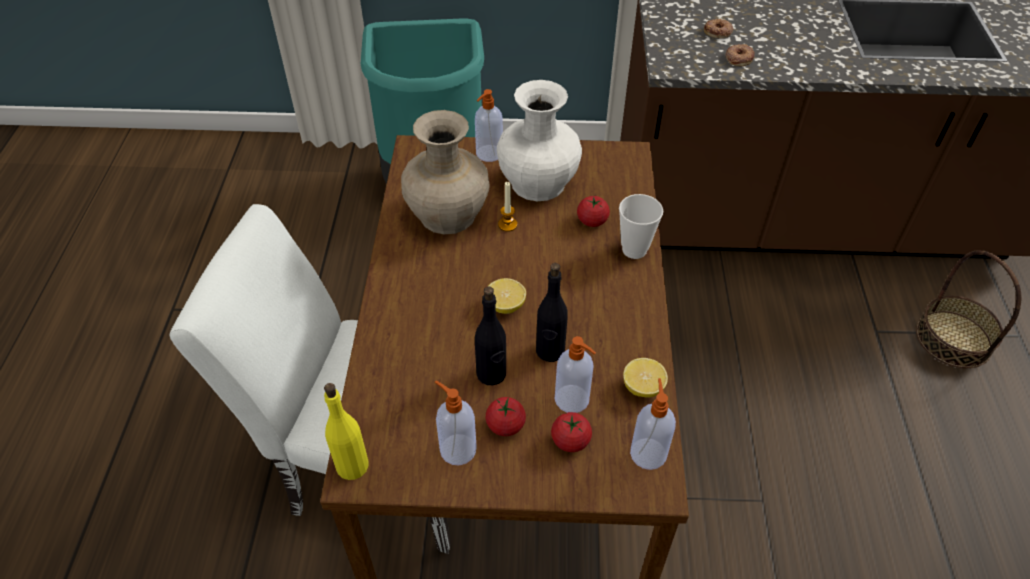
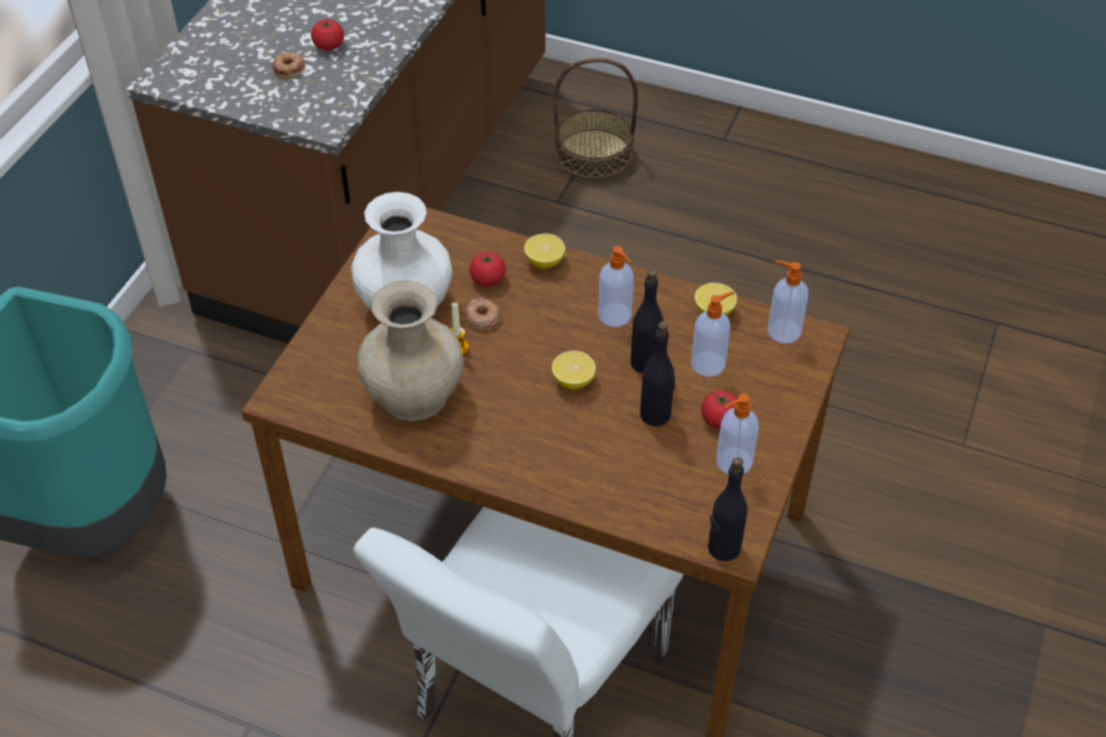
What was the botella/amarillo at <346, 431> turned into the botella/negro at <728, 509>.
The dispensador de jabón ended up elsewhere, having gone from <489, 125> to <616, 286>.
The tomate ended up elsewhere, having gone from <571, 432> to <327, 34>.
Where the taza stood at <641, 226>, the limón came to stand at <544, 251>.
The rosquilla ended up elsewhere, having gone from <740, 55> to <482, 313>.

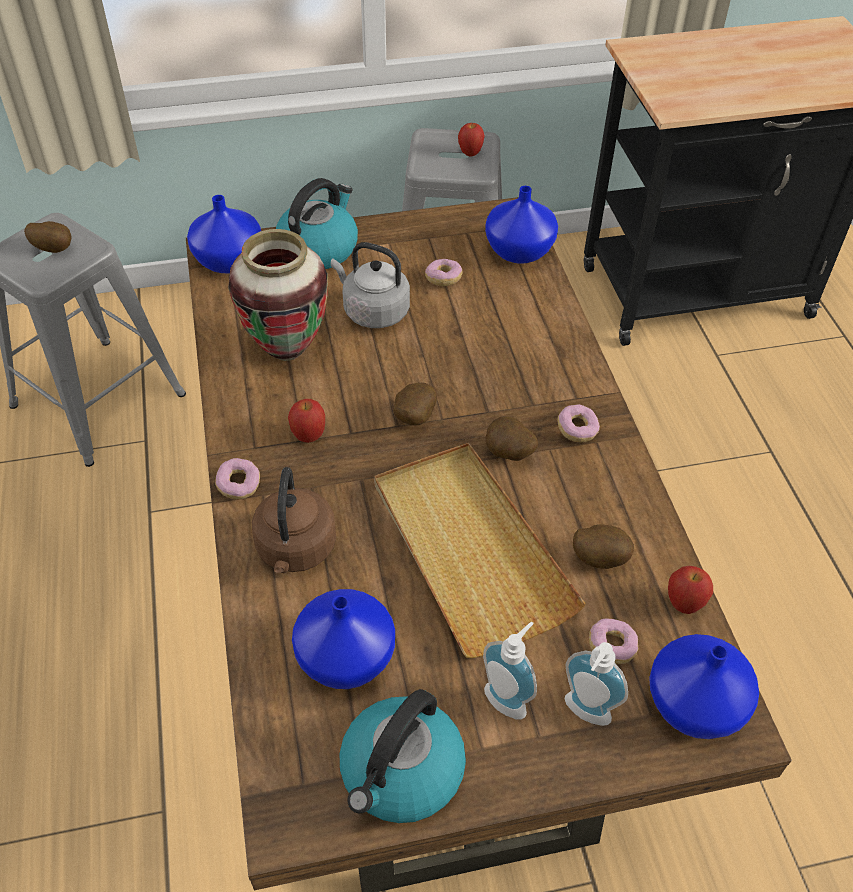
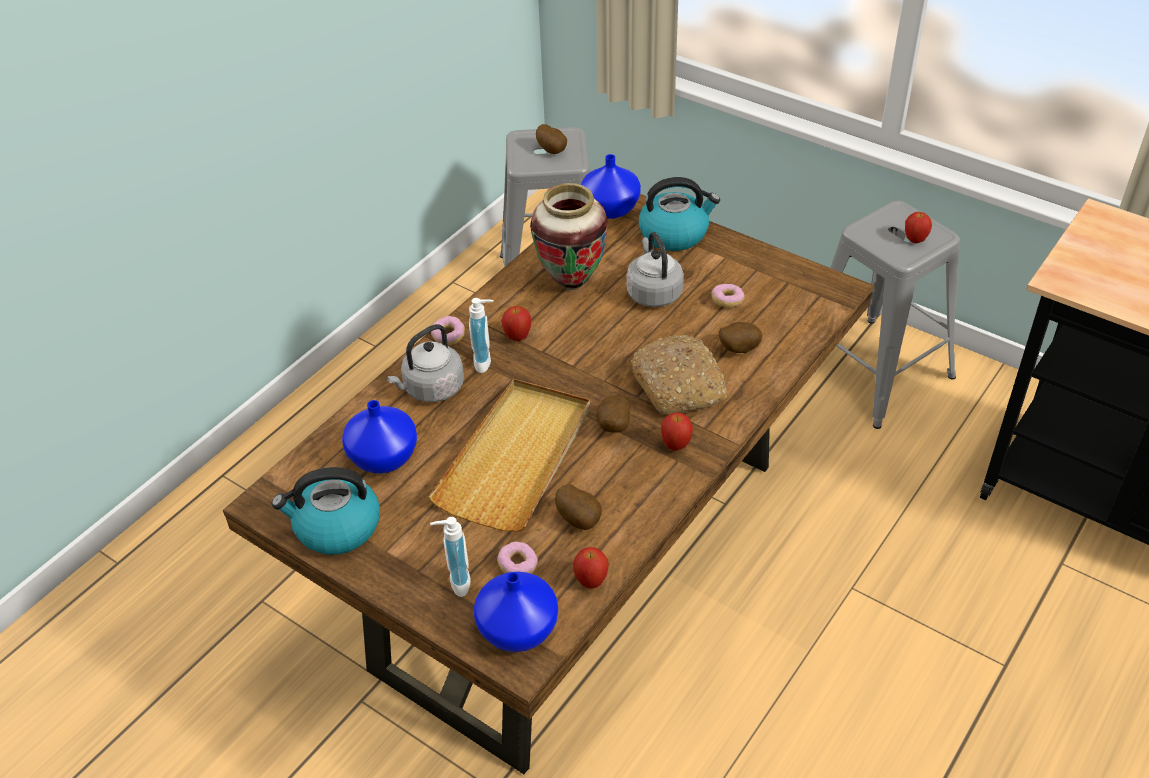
What was the hervidor/marrón at <294, 520> turned into the hervidor/gris at <425, 363>.
The patata ended up elsewhere, having gone from <415, 404> to <740, 337>.
The dispensador de jabón ended up elsewhere, having gone from <510, 670> to <481, 335>.
The second view lost the florero/azul at <521, 225>.
Where the rosquilla stood at <578, 423>, the manzana came to stand at <677, 431>.
The second view gained the pan at <679, 375>.

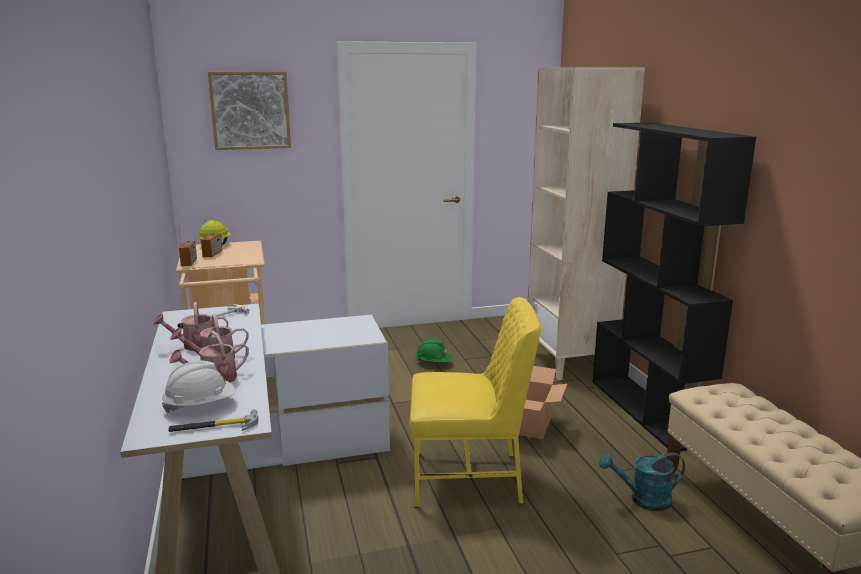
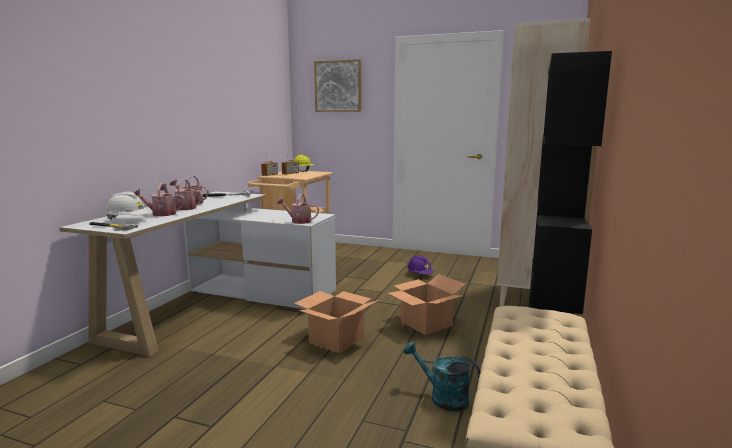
Where the silla/amarillo stood at <475, 402>, the caja de cartón came to stand at <336, 322>.
What was the casco/verde at <433, 350> turned into the casco/morado at <420, 264>.
The second view gained the regadera at <298, 208>.

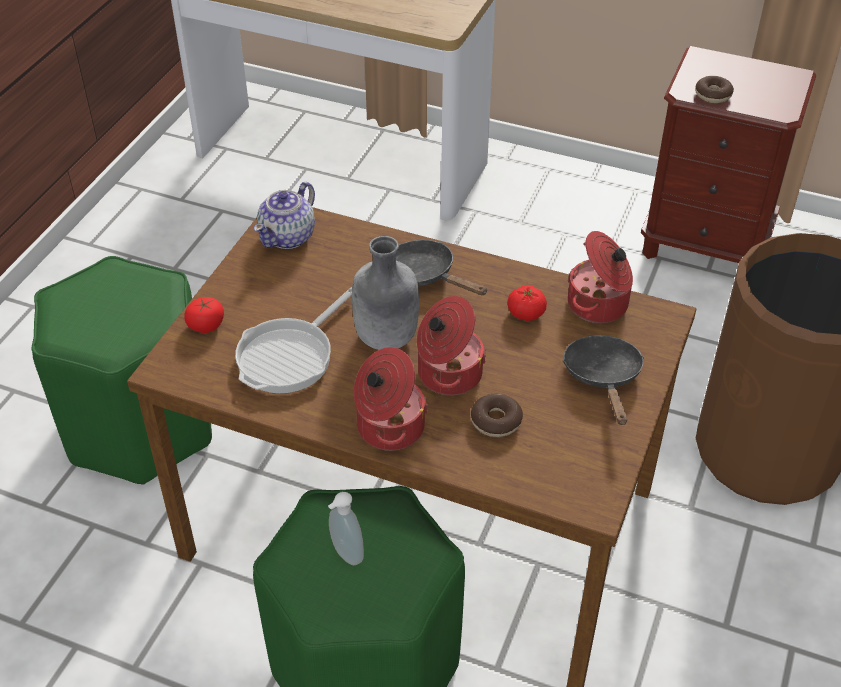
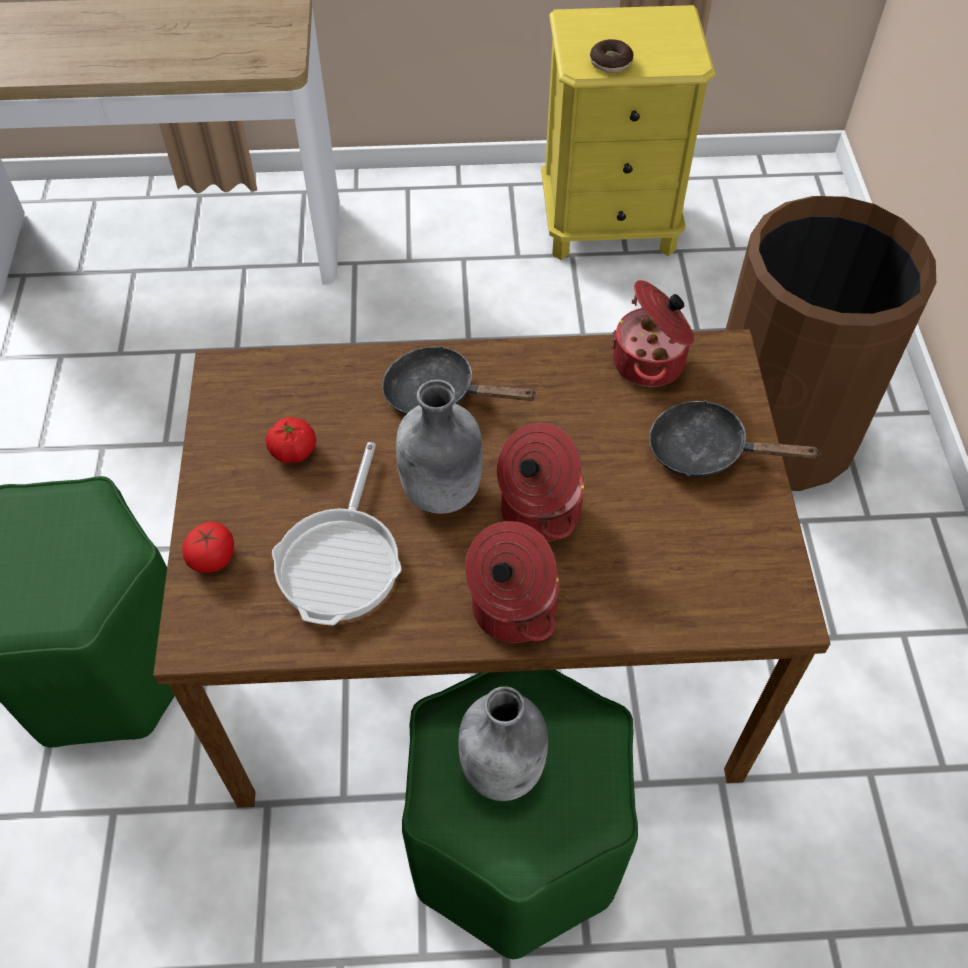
The second view lost the tetera at <284, 215>.
Where the dispensador de jabón stood at <346, 528>, the botella/gris came to stand at <503, 743>.
The second view lost the rosquilla at <497, 415>.
The tomate ended up elsewhere, having gone from <527, 303> to <291, 440>.
The sartén/negro at <603, 380> ended up facing another way, 45 degrees counterclockwise from before.
What was the mesita de noche/marrón at <728, 154> turned into the mesita de noche/amarillo at <628, 132>.

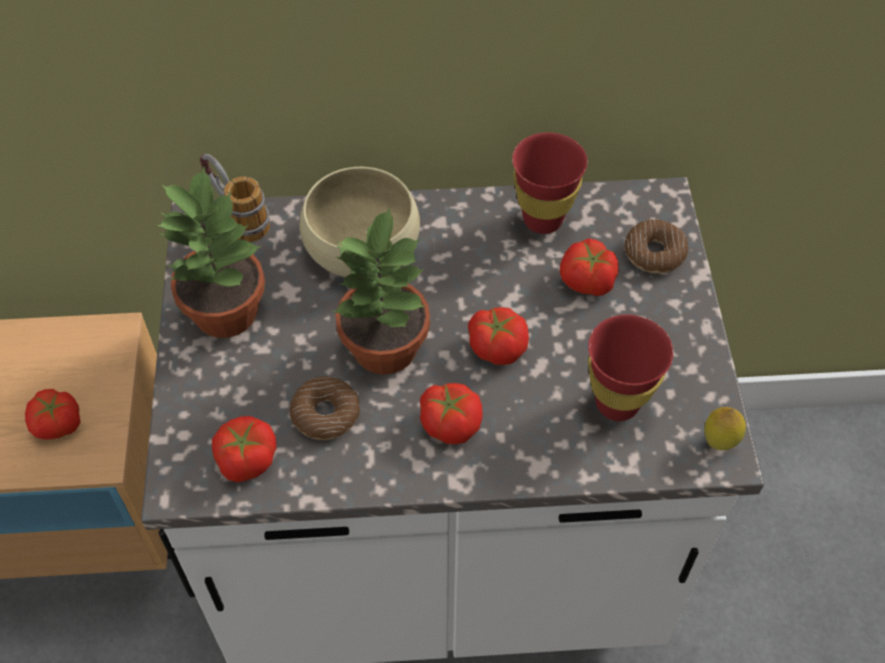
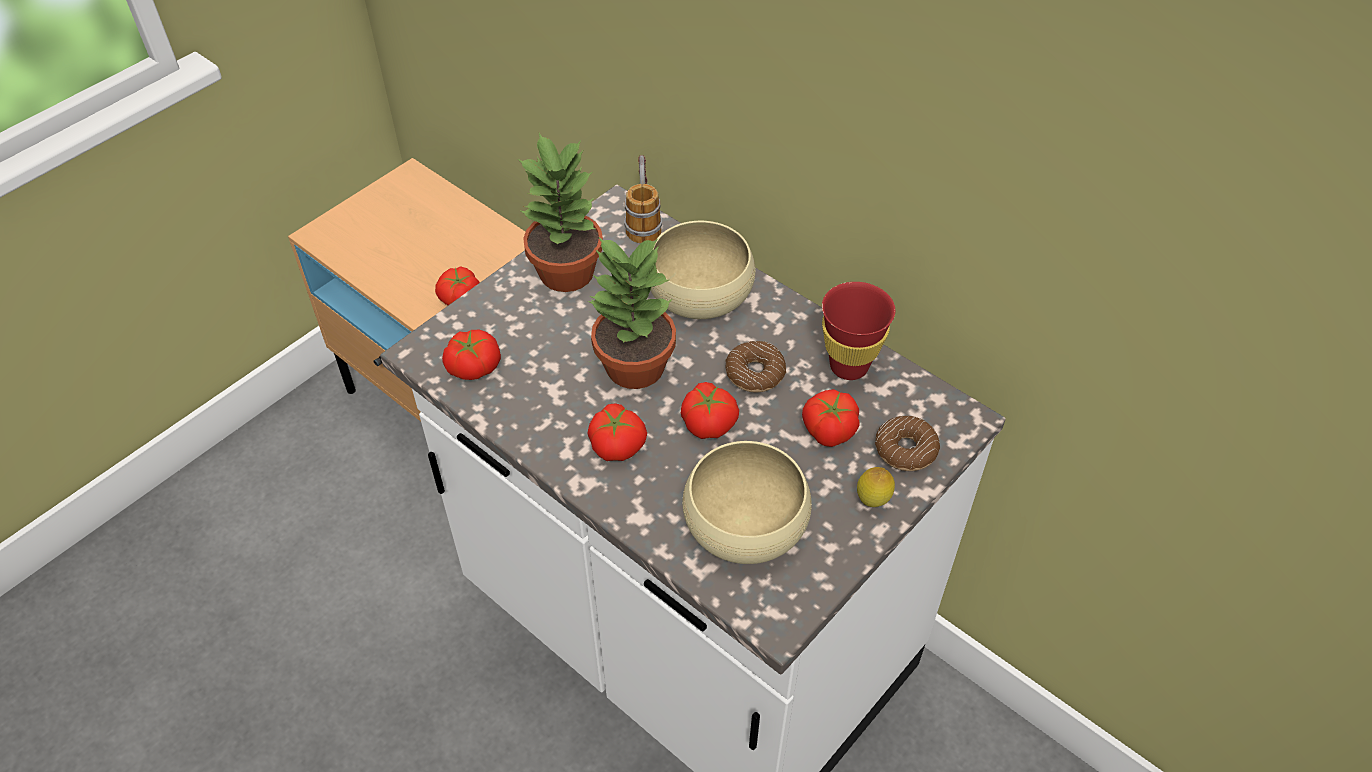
The rosquilla ended up elsewhere, having gone from <325, 408> to <755, 367>.
Where the taza/rojo stood at <631, 367>, the cuenco/beis came to stand at <747, 502>.
The limón ended up elsewhere, having gone from <725, 428> to <876, 487>.

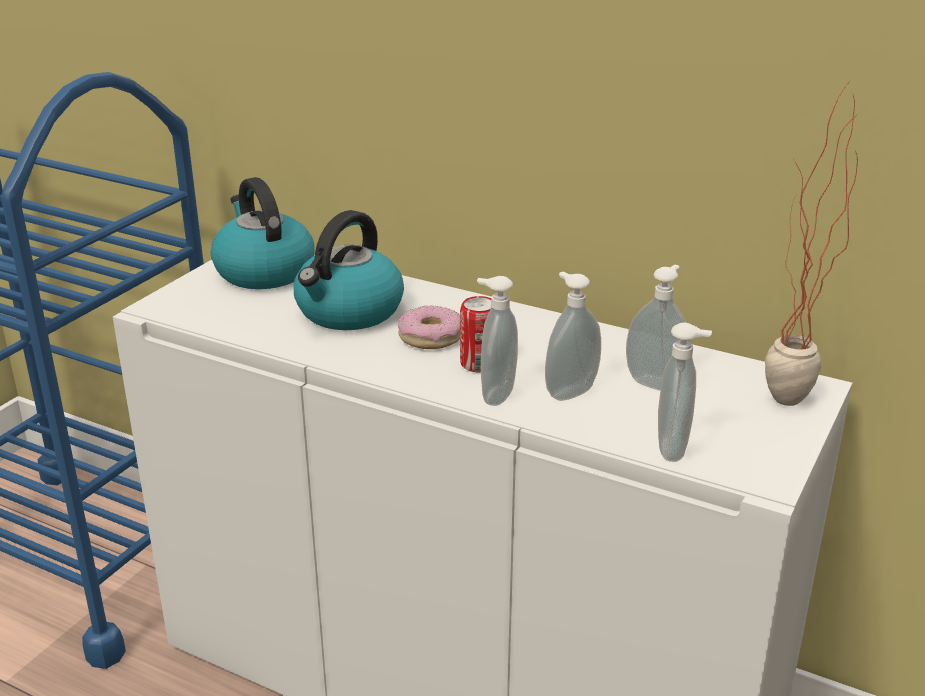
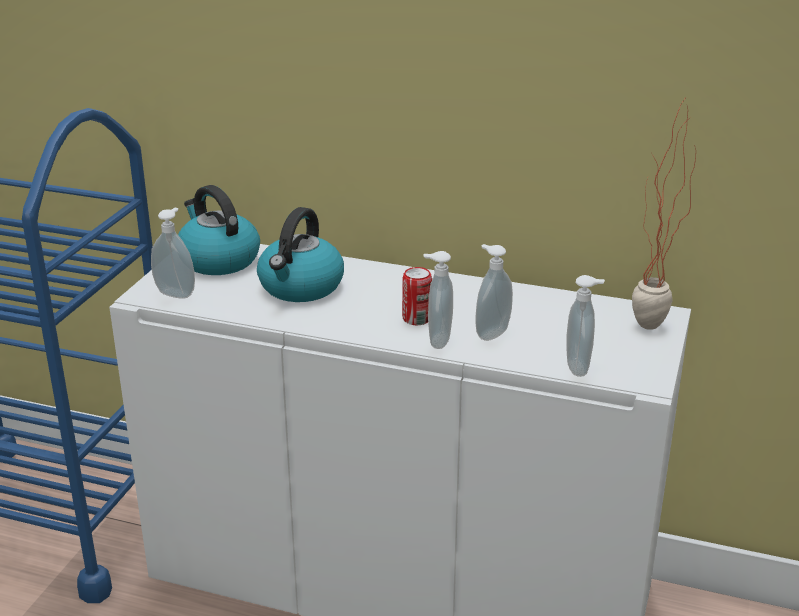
The second view lost the rosquilla at <429, 327>.
The dispensador de jabón ended up elsewhere, having gone from <658, 327> to <173, 253>.

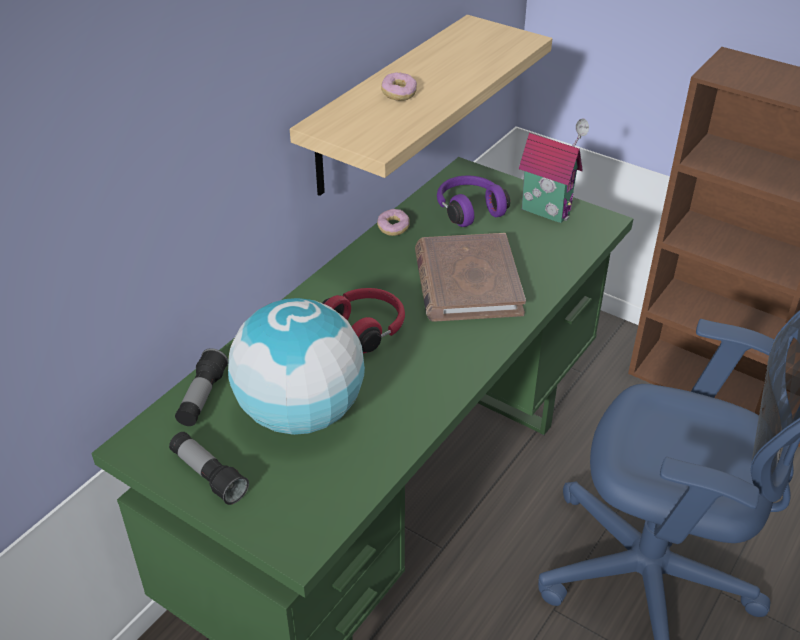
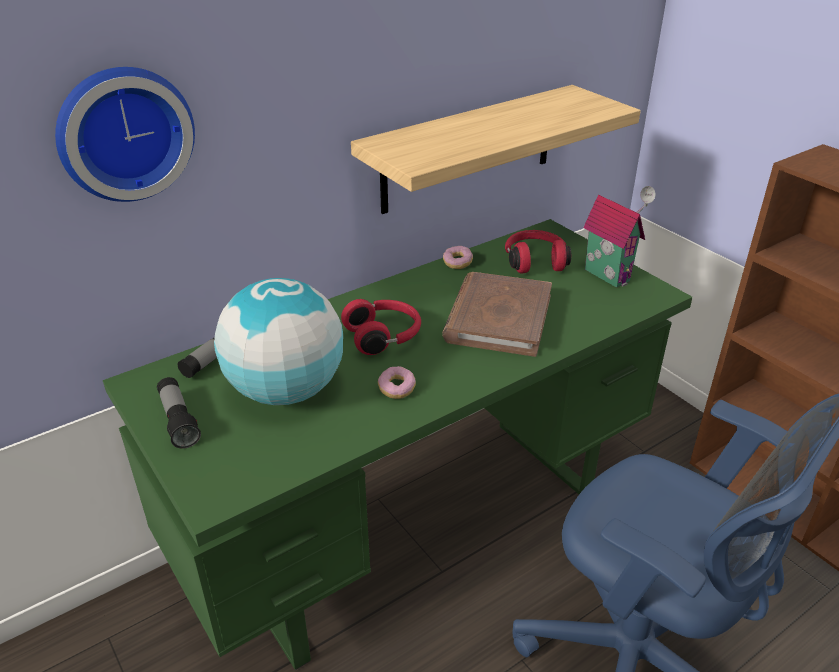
The rosquilla ended up elsewhere, having gone from <399, 86> to <397, 382>.
What was the auriculares/morado at <473, 201> turned into the auriculares/rojo at <538, 251>.
The second view gained the reloj de pared at <125, 134>.

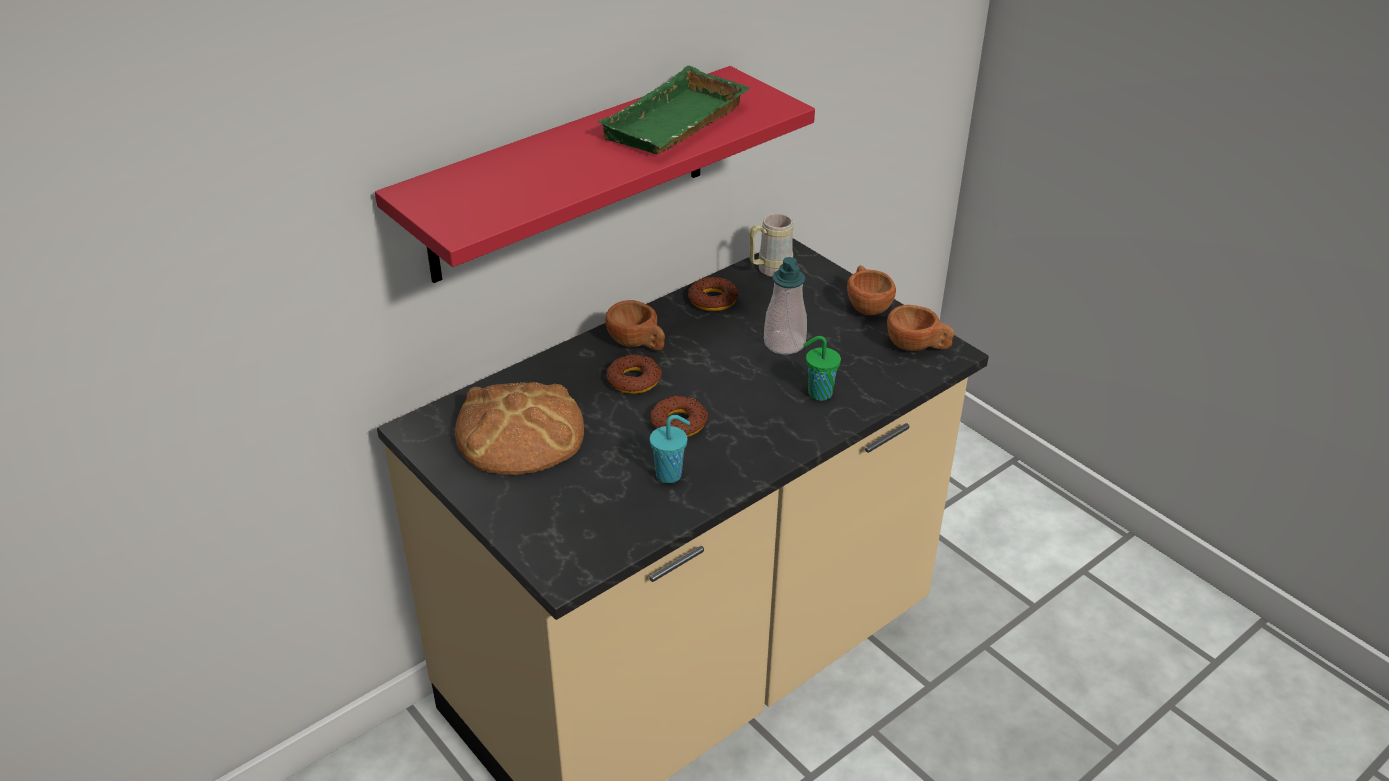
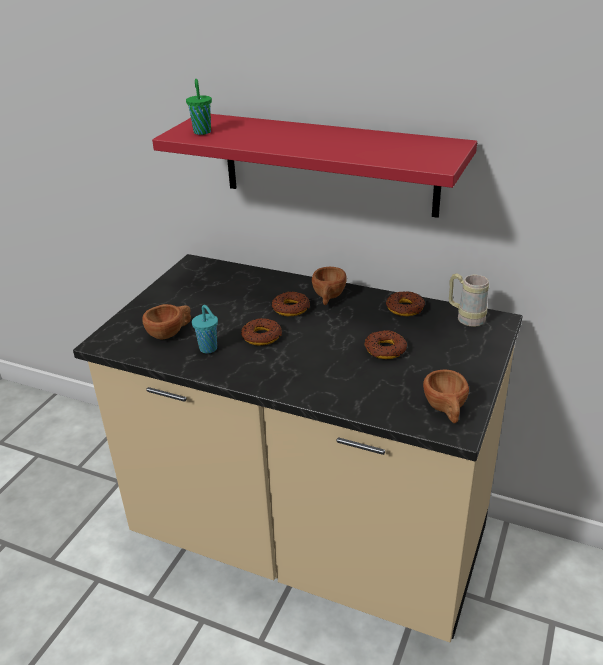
The second view lost the pan at <519, 428>.
The second view lost the bandeja/verde at <674, 110>.
Where the dispensador de jabón stood at <785, 306>, the rosquilla came to stand at <386, 344>.
The taza/verde ended up elsewhere, having gone from <822, 368> to <199, 107>.
The taza/marrón ended up elsewhere, having gone from <871, 290> to <166, 321>.

